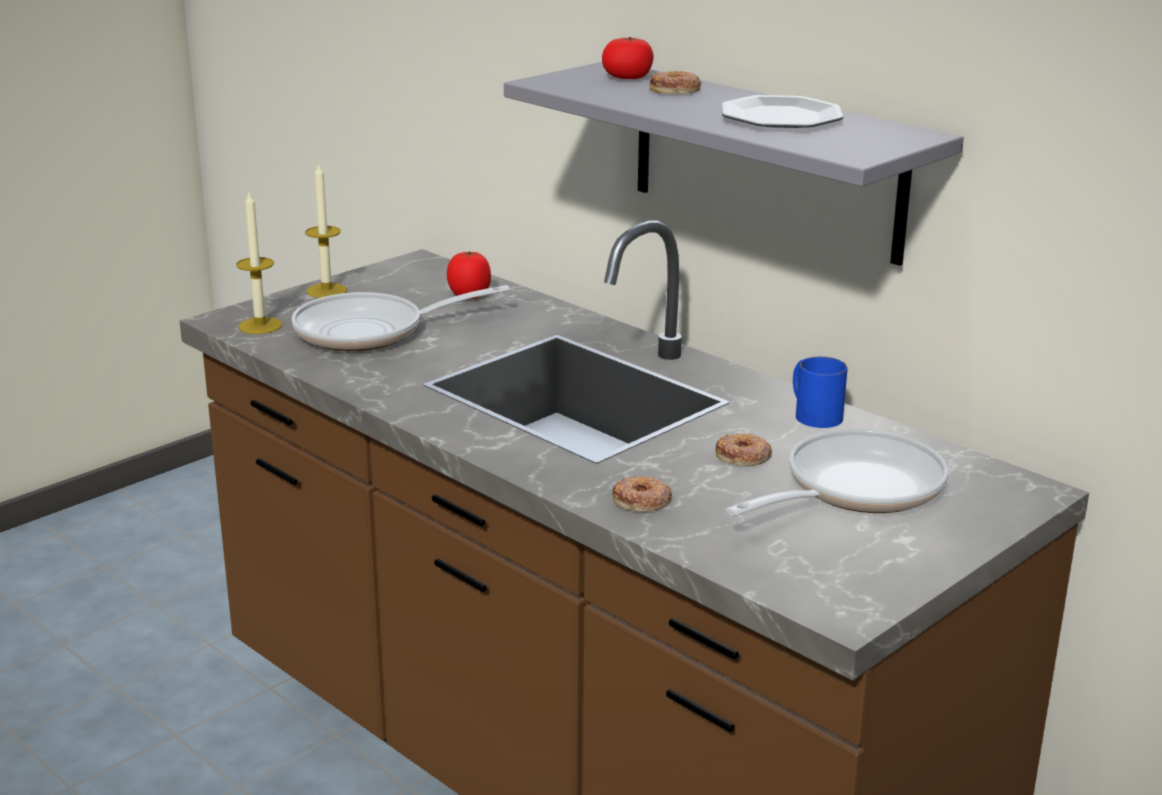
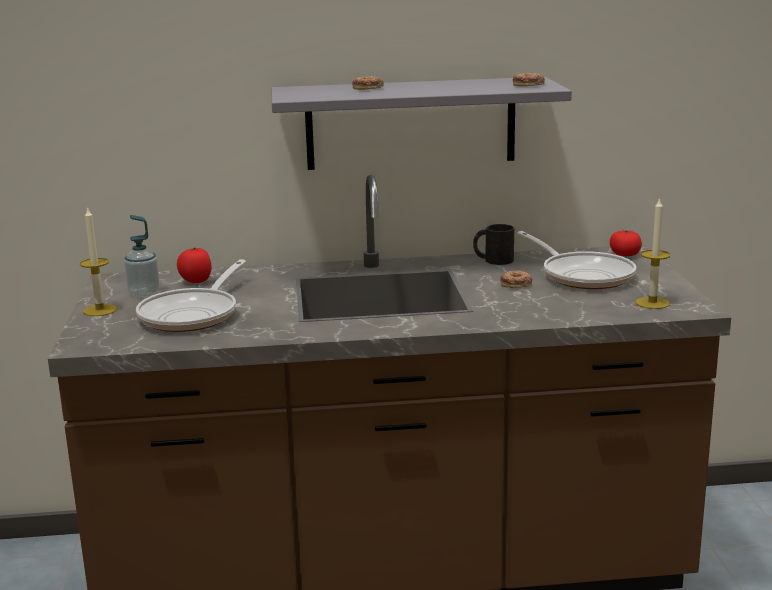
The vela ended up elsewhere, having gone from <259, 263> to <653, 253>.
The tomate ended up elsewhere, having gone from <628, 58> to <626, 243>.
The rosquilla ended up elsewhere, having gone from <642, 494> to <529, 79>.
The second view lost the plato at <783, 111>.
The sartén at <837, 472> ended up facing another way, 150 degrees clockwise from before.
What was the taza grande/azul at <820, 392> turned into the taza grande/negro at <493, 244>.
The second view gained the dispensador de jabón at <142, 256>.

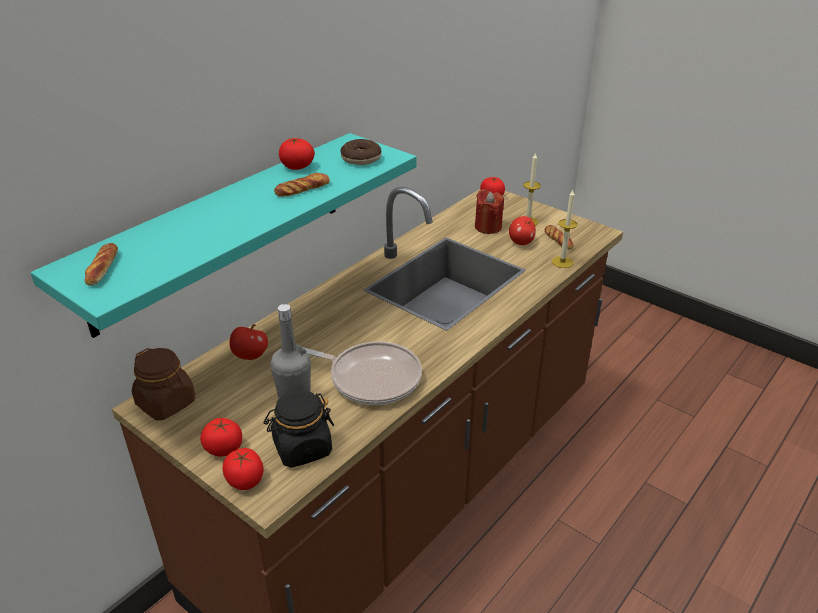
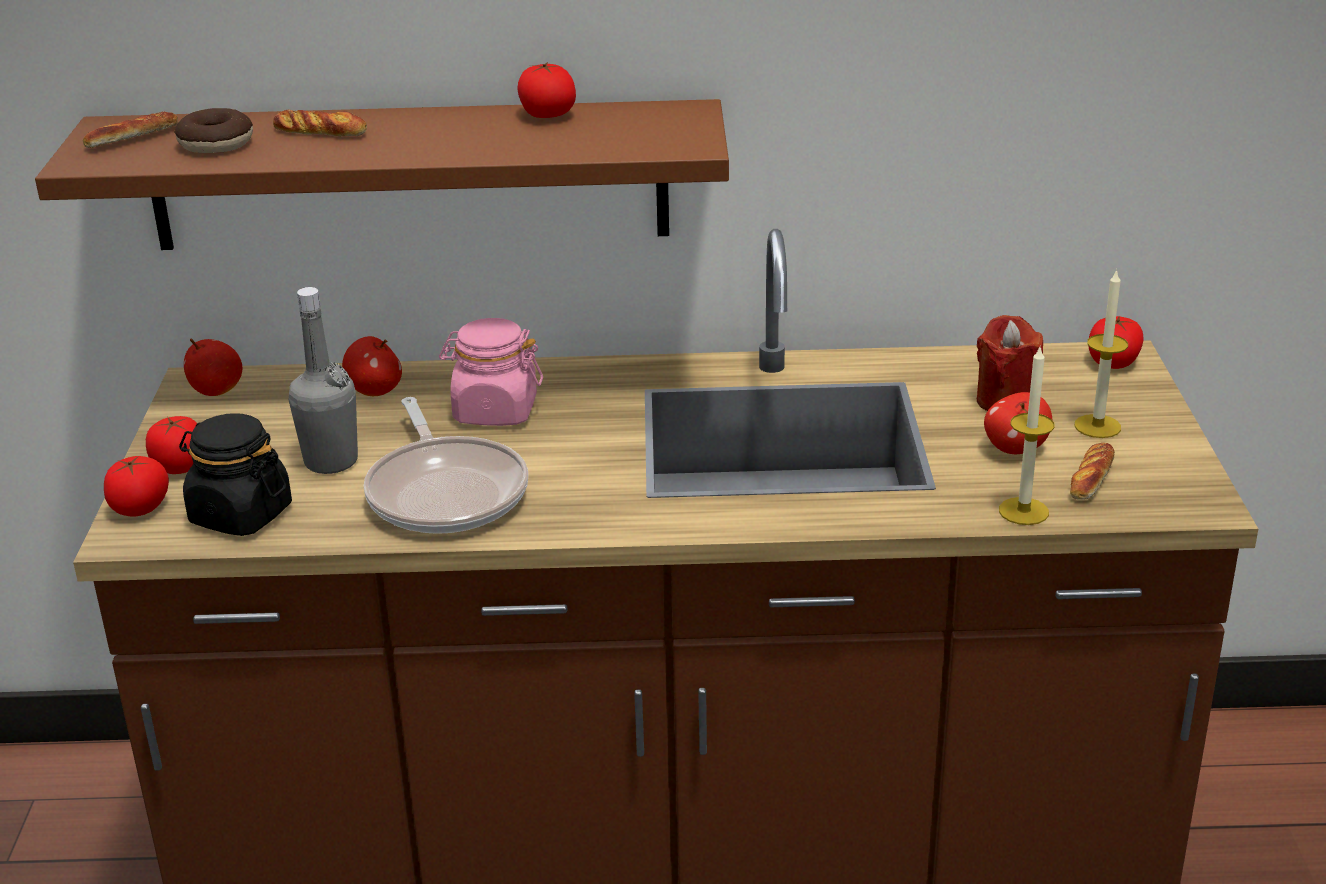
What was the estante/turquesa at <223, 235> turned into the estante/marrón at <382, 174>.
Where the tarro/marrón stood at <163, 384>, the manzana came to stand at <213, 367>.
The pan ended up elsewhere, having gone from <302, 185> to <320, 122>.
The rosquilla ended up elsewhere, having gone from <361, 152> to <213, 130>.
The second view gained the tarro/rosa at <491, 372>.

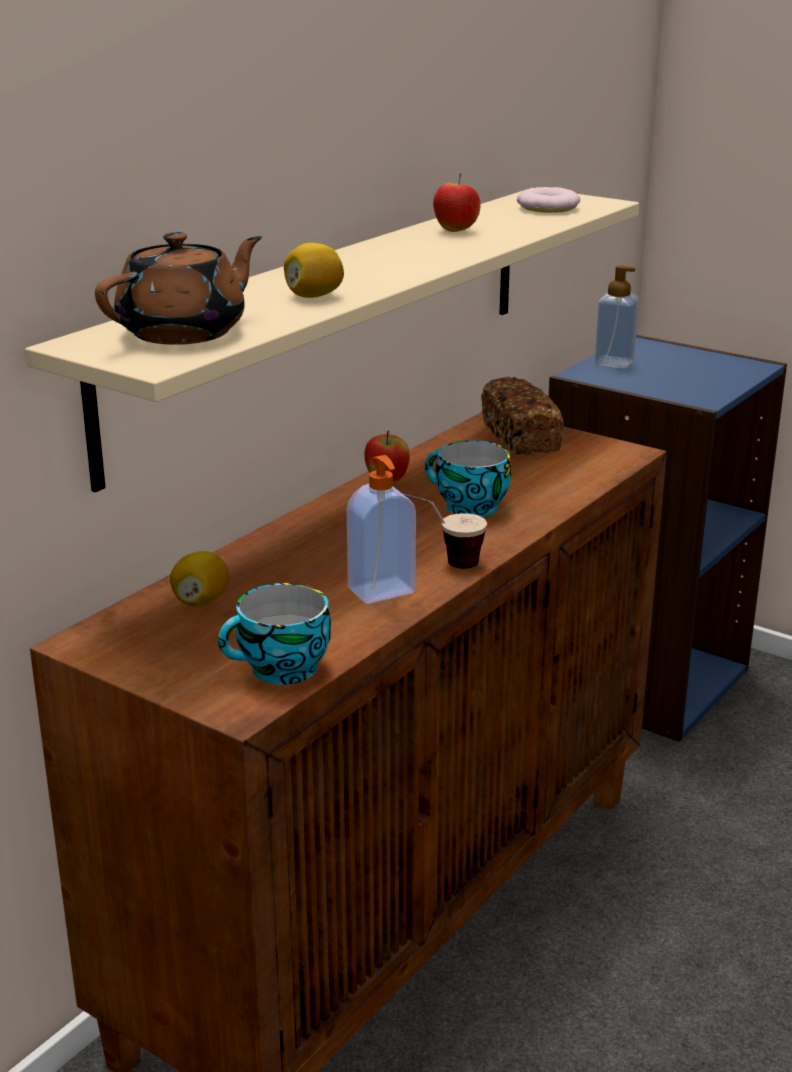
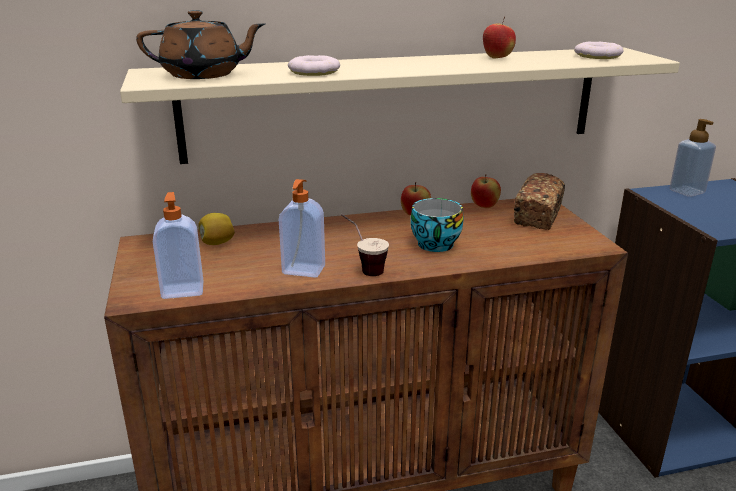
Where the taza stood at <274, 634>, the dispensador de jabón came to stand at <178, 245>.
Where the limón stood at <314, 270>, the rosquilla came to stand at <314, 65>.
The second view gained the manzana at <486, 191>.

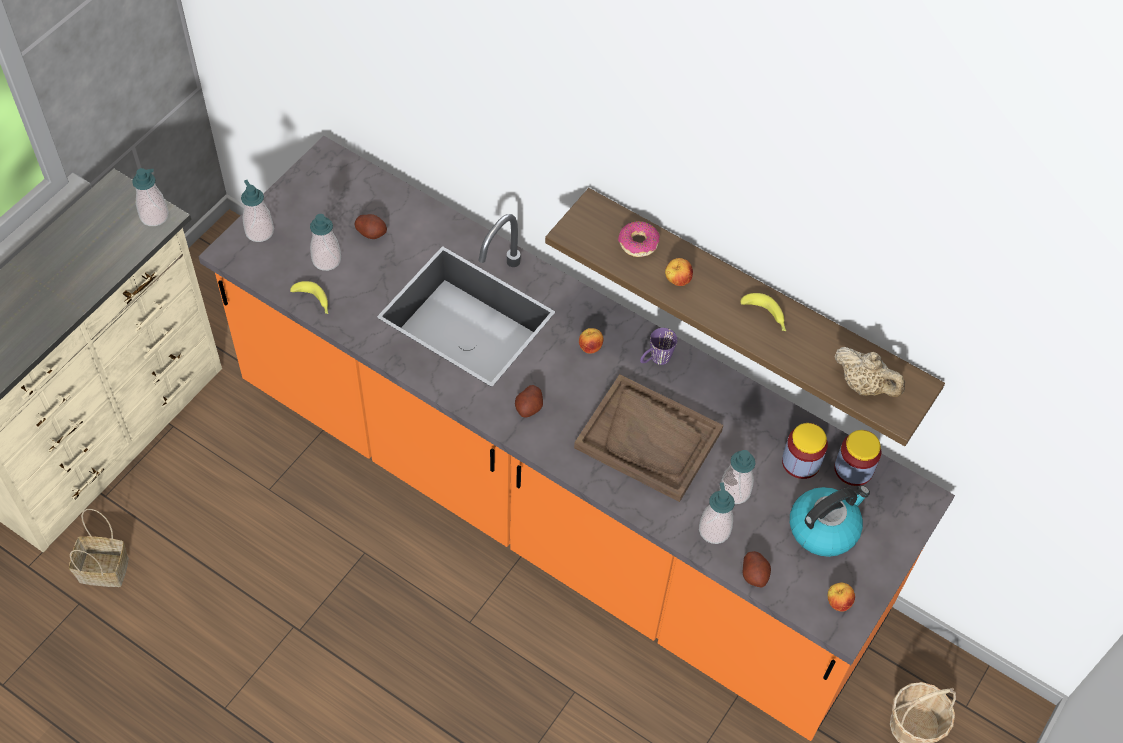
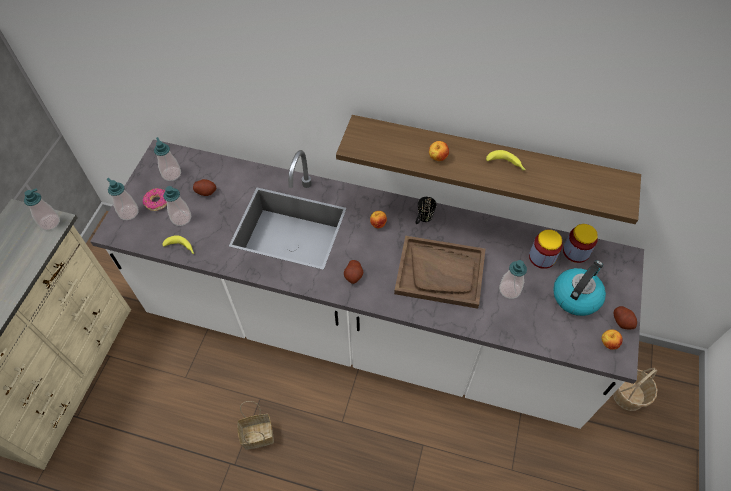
The cesta ended up elsewhere, having gone from <99, 548> to <255, 425>.
What was the mueble bajo de cocina/naranja at <576, 438> turned into the mueble bajo de cocina/blanco at <367, 284>.
The rosquilla ended up elsewhere, having gone from <639, 239> to <155, 199>.
What was the taza grande/morado at <658, 346> turned into the taza grande/negro at <425, 210>.
The dispensador de jabón ended up elsewhere, having gone from <717, 513> to <167, 159>.
The patata ended up elsewhere, having gone from <756, 569> to <625, 317>.
The second view lost the tetera/beis at <869, 372>.

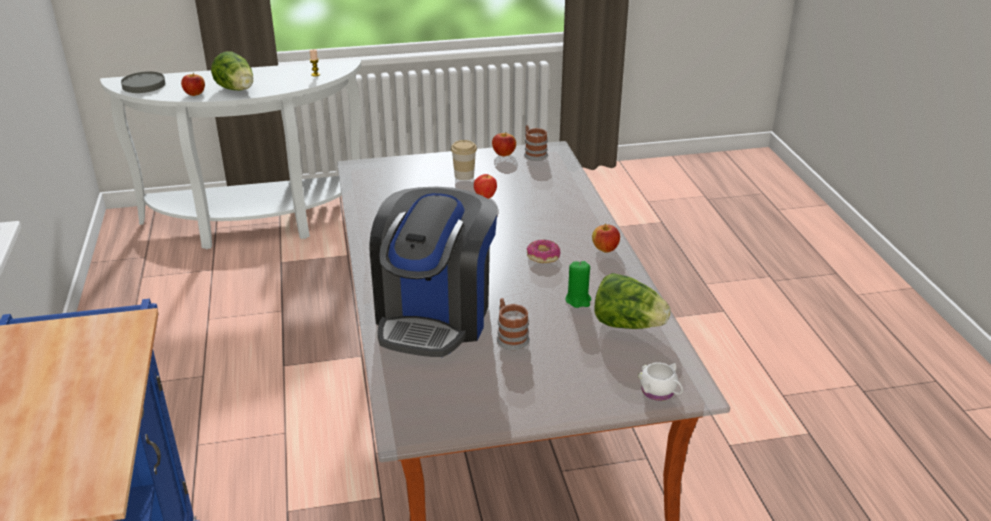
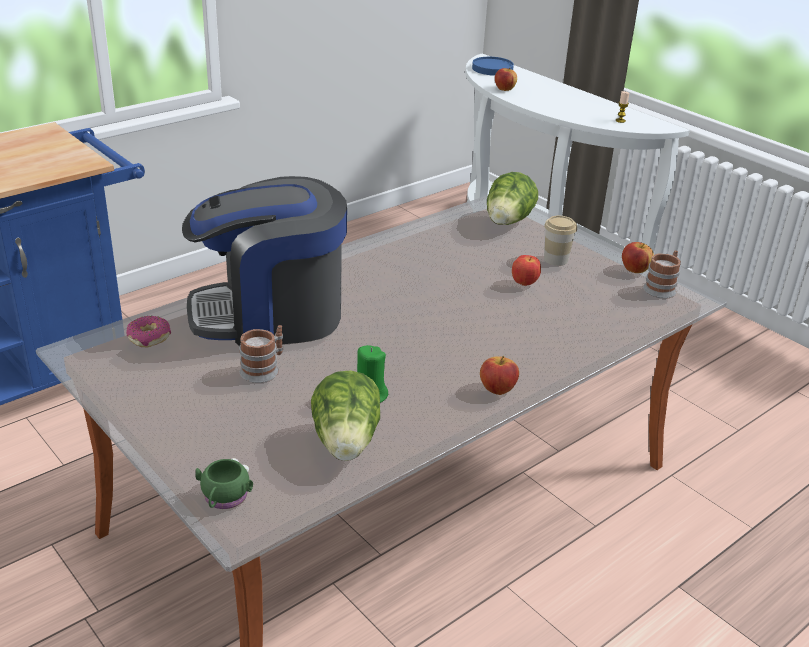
What was the plato/gris at <143, 82> turned into the plato/azul at <493, 66>.
The lechuga ended up elsewhere, having gone from <232, 70> to <512, 198>.
The rosquilla ended up elsewhere, having gone from <543, 251> to <148, 331>.
What was the taza grande/blanco at <660, 381> turned into the taza grande/verde at <224, 483>.

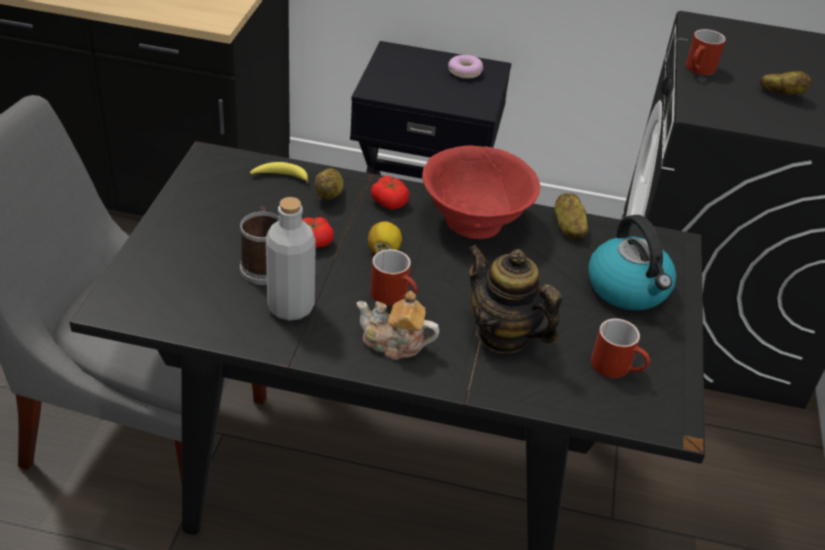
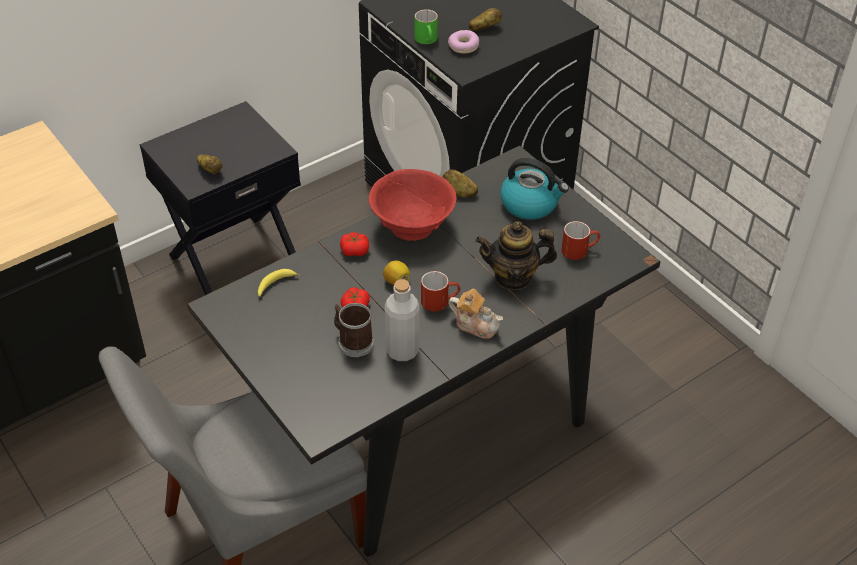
The patata ended up elsewhere, having gone from <329, 184> to <209, 164>.
The tetera at <398, 325> ended up facing another way, 120 degrees counterclockwise from before.
The rosquilla ended up elsewhere, having gone from <465, 67> to <463, 42>.
What was the taza grande/rojo at <706, 52> turned into the taza grande/verde at <426, 26>.

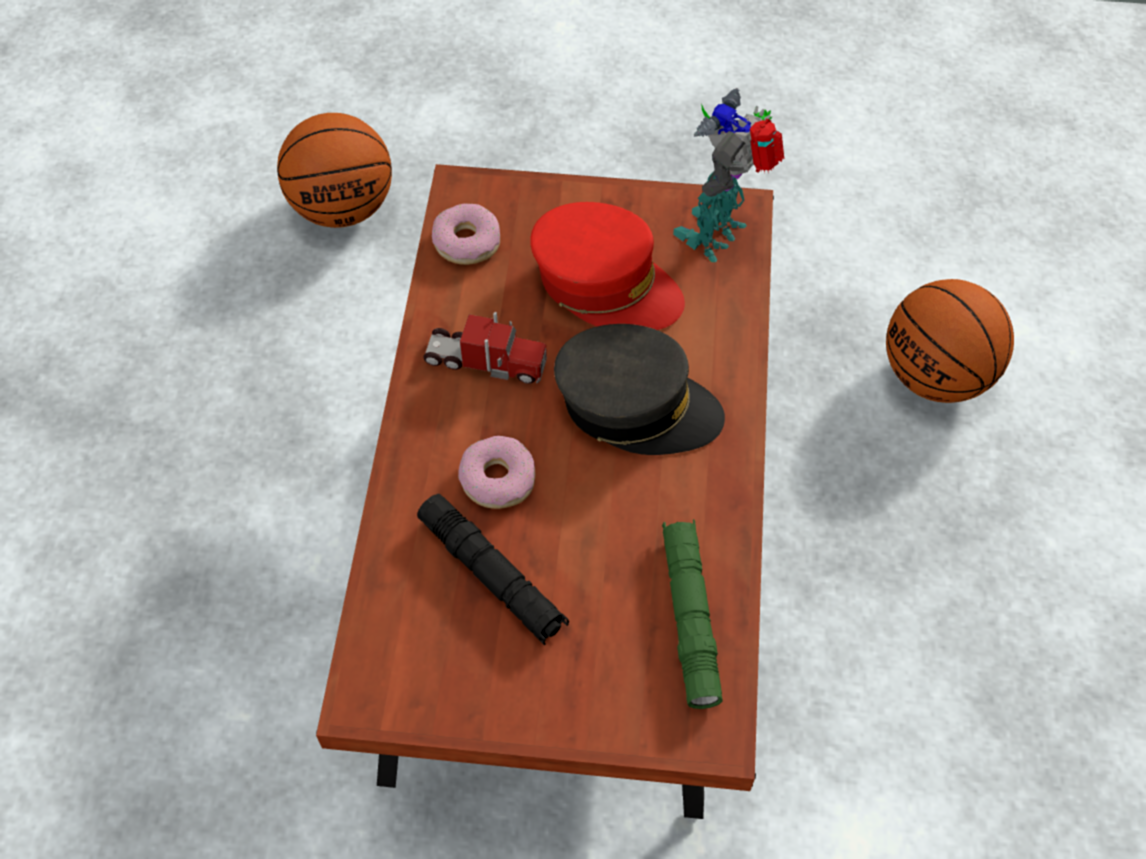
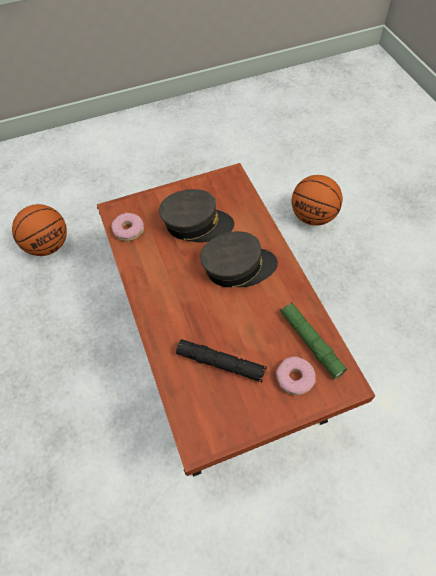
The second view lost the camión de juguete at <485, 348>.
The rosquilla ended up elsewhere, having gone from <496, 472> to <296, 375>.
What was the gorra/rojo at <607, 266> turned into the gorra/gris at <196, 215>.
The second view lost the robot de juguete at <728, 175>.

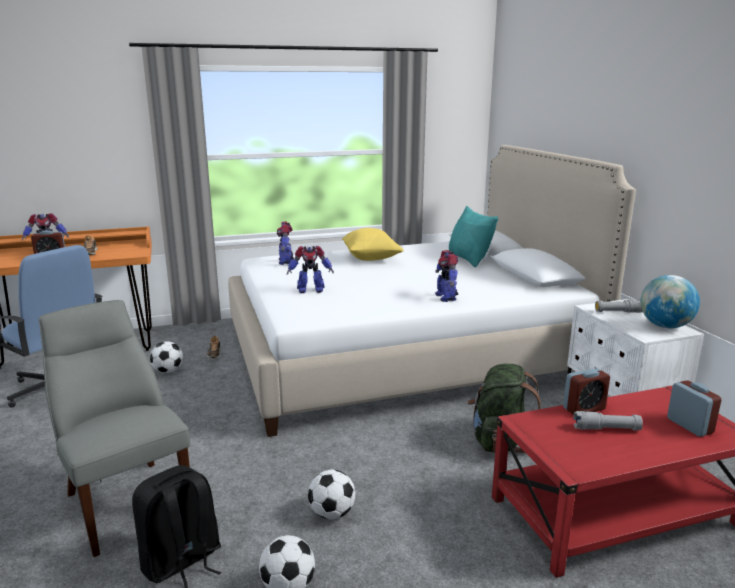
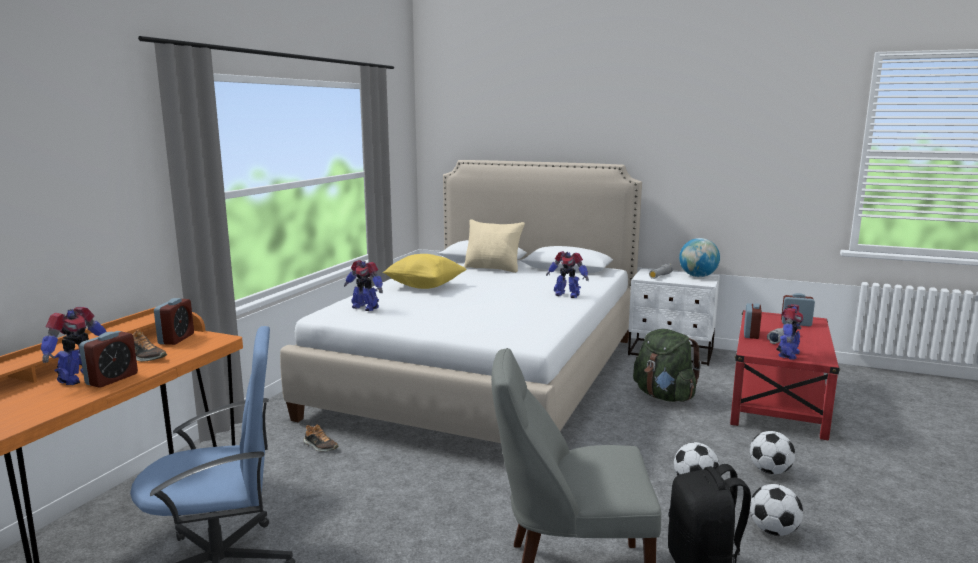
The balón de fútbol ended up elsewhere, having gone from <166, 357> to <772, 452>.
The robot de juguete ended up elsewhere, having gone from <310, 269> to <790, 332>.
What was the cojín/turquesa at <473, 236> turned into the cojín/beis at <494, 246>.
The second view gained the despertador at <174, 321>.

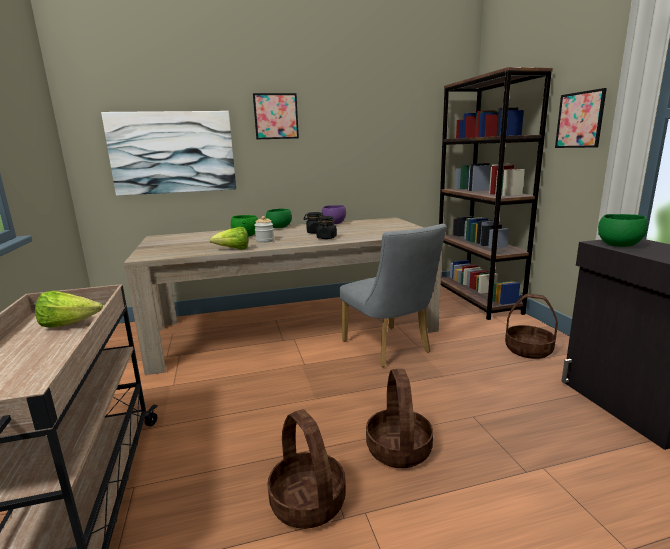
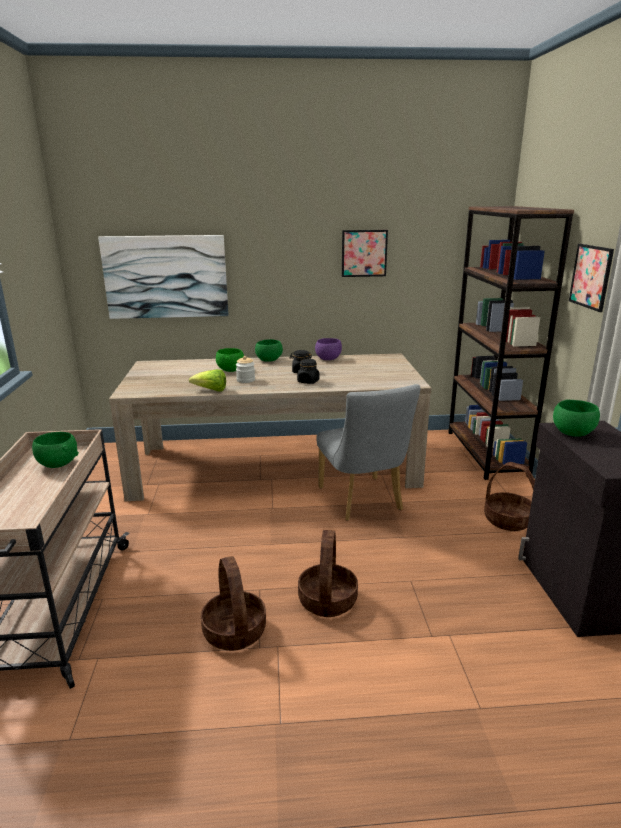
Where the lechuga stood at <69, 308>, the cuenco/verde came to stand at <55, 450>.
The cuadro ended up elsewhere, having gone from <276, 116> to <365, 253>.

